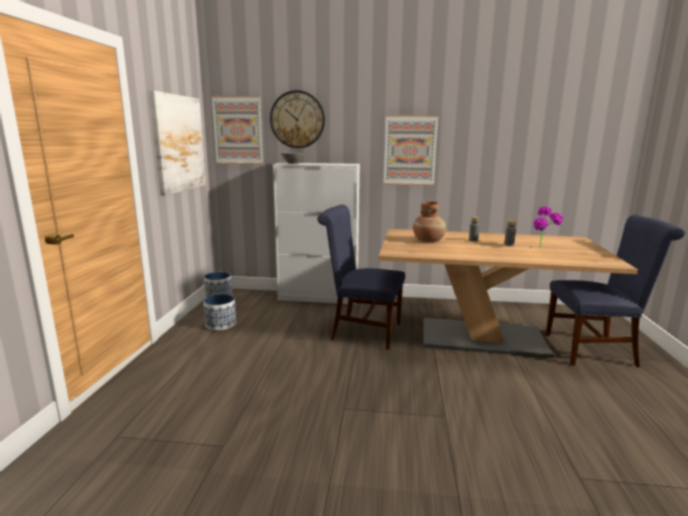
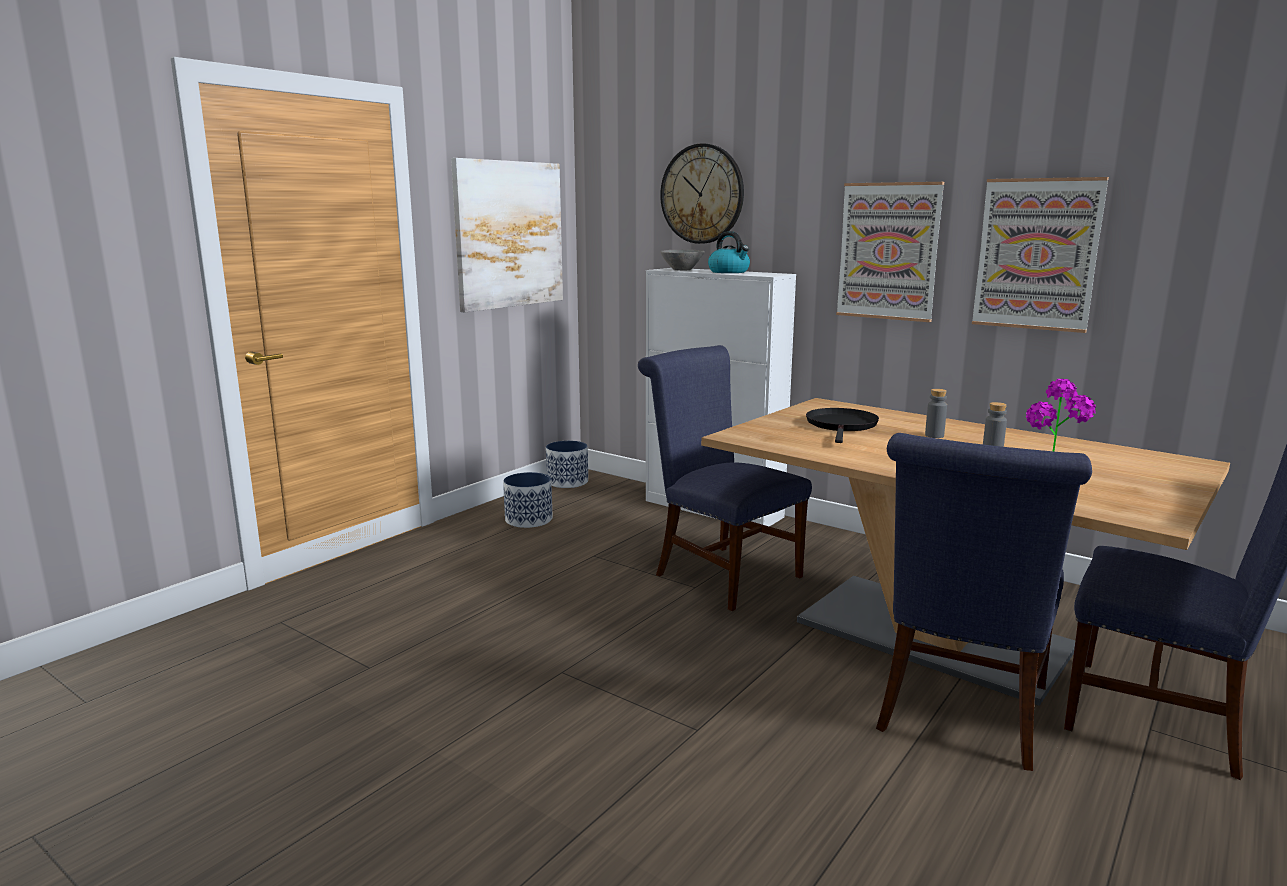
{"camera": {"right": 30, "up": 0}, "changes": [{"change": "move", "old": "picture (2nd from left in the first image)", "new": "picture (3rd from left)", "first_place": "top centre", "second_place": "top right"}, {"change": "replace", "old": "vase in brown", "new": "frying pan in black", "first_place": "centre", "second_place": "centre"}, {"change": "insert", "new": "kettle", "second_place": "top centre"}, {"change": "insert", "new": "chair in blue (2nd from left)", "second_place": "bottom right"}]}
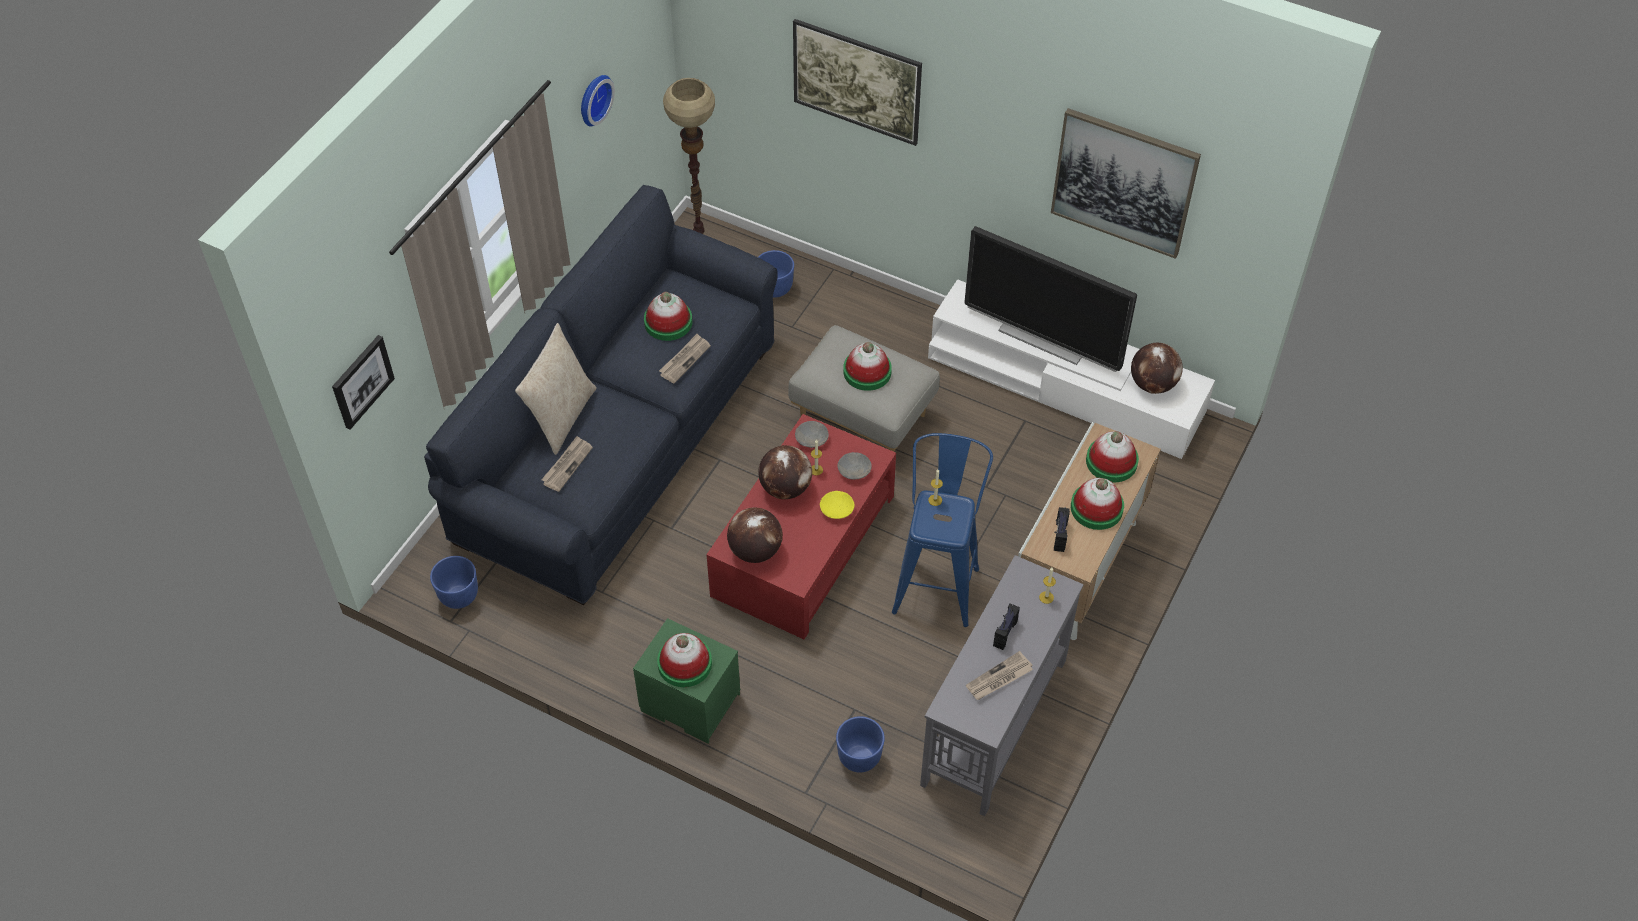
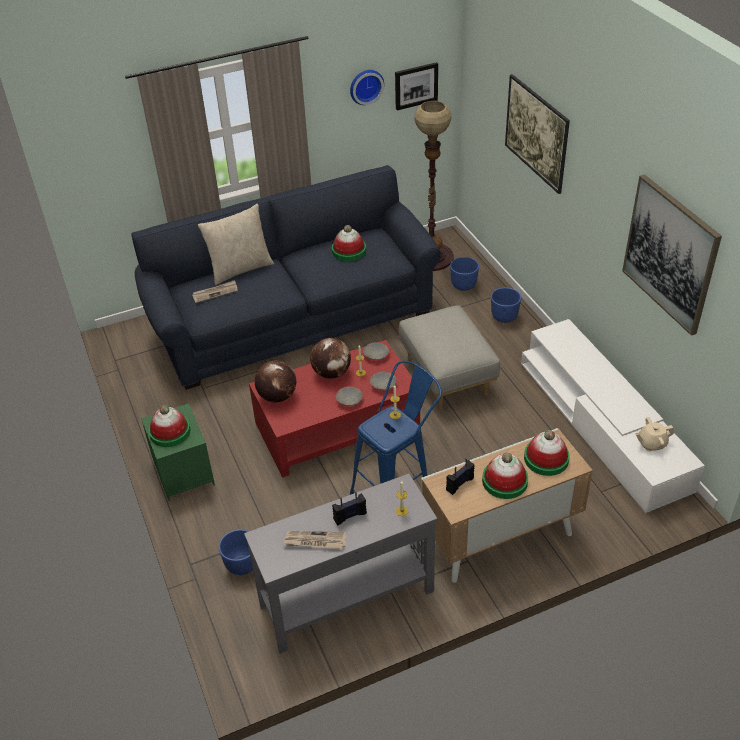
{"camera": {"right": 40, "up": -10}, "changes": [{"change": "delete", "old": "television", "first_place": "top centre"}, {"change": "delete", "old": "newspaper (2nd from left)", "first_place": "centre"}, {"change": "move", "old": "picture (1st from left)", "first_place": "middle left", "second_place": "top centre"}, {"change": "delete", "old": "hat (3rd from left)", "first_place": "centre"}, {"change": "replace", "old": "globe (3rd from left)", "new": "teapot in beige", "first_place": "middle right", "second_place": "middle right"}, {"change": "recolor", "old": "bowl in yellow", "new": "bowl in grey (1st from left)", "first_place": "centre", "second_place": "centre"}, {"change": "move", "old": "planter in blue (1st from left in the first image)", "new": "planter in blue (3rd from left)", "first_place": "middle left", "second_place": "middle right"}]}
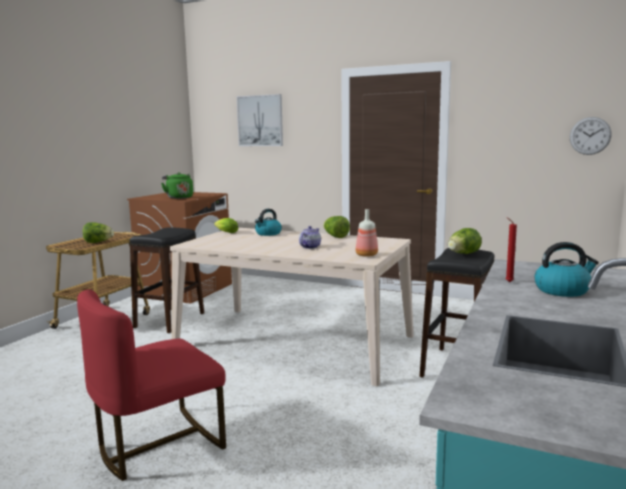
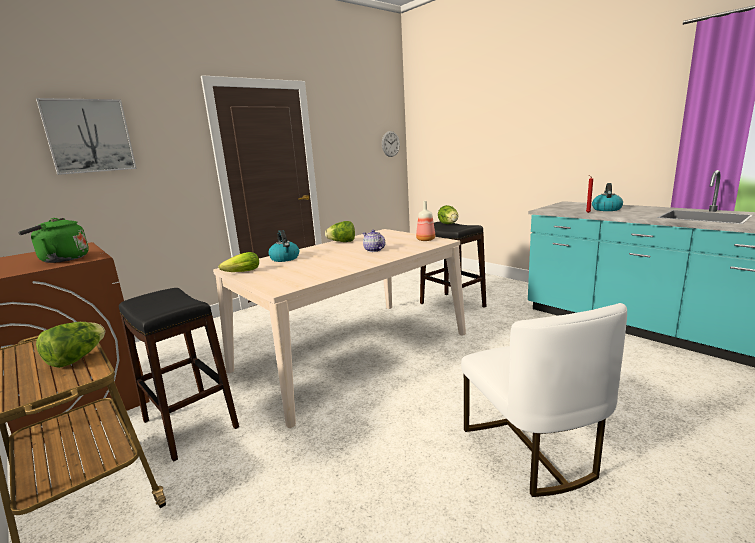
{"camera": {"right": -65, "up": 5}, "changes": [{"change": "recolor", "old": "chair in red", "new": "chair in white", "first_place": "bottom left", "second_place": "bottom right"}]}
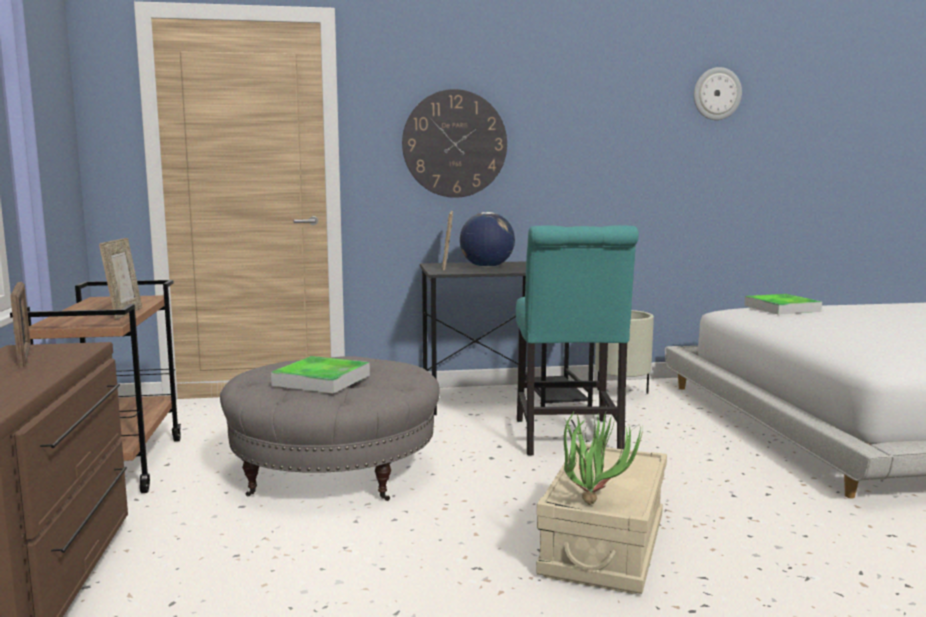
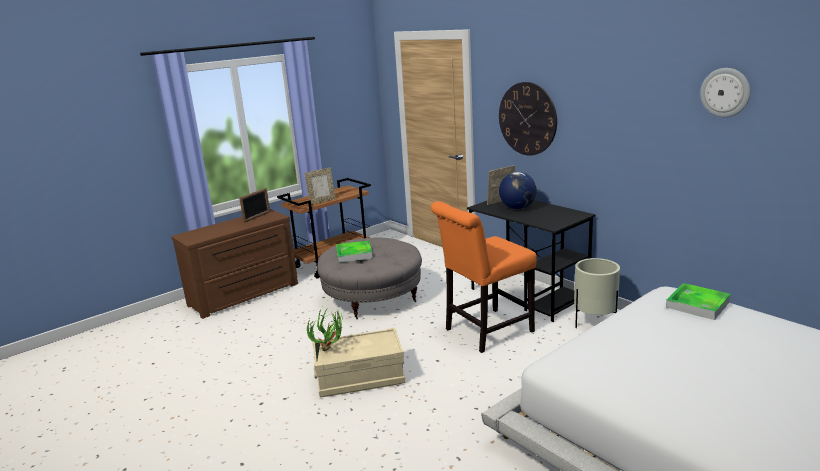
{"camera": {"right": 60, "up": 10}, "changes": [{"change": "recolor", "old": "chair in turquoise", "new": "chair in orange", "first_place": "centre", "second_place": "centre"}]}
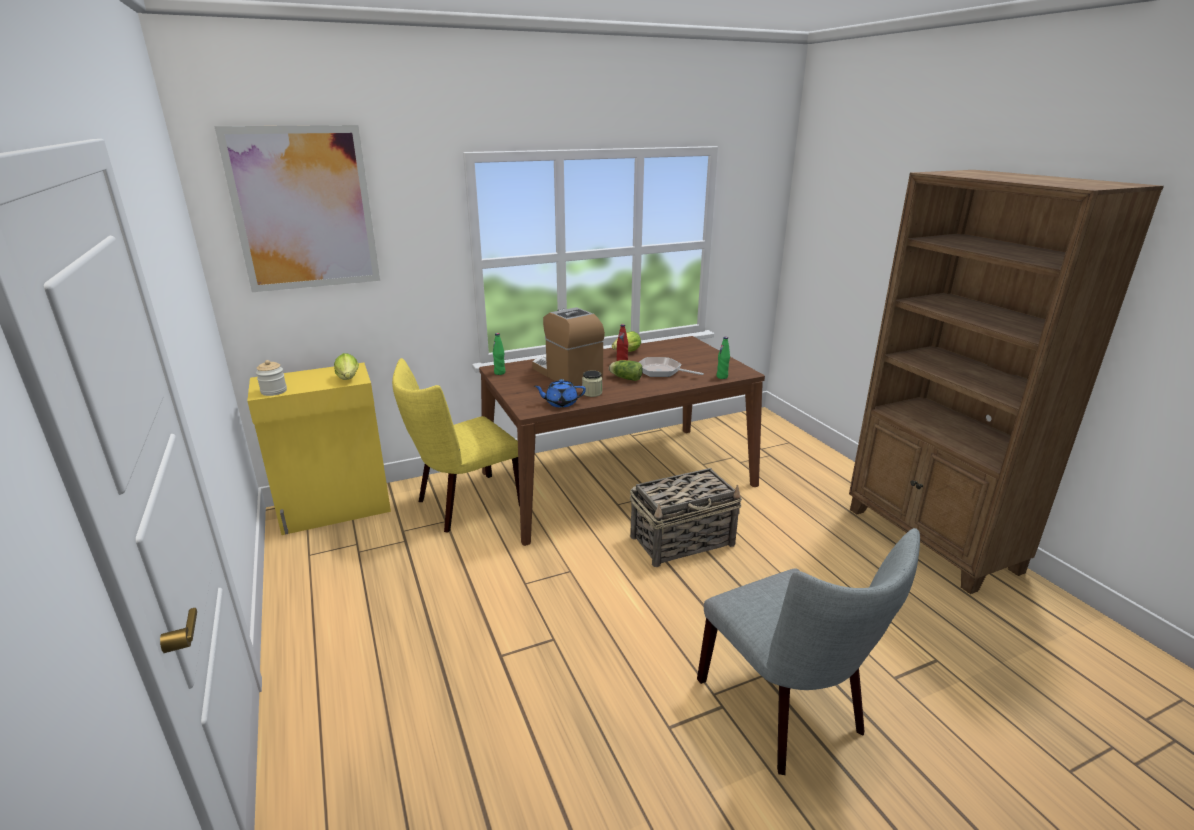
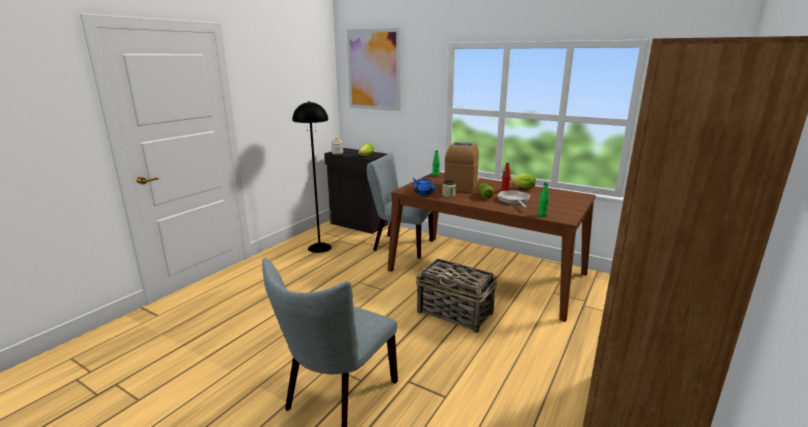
{"camera": {"right": 55, "up": -5}, "changes": [{"change": "recolor", "old": "chair in yellow", "new": "chair in grey (2nd from left)", "first_place": "centre", "second_place": "centre"}, {"change": "recolor", "old": "cabinet in yellow", "new": "cabinet in black", "first_place": "middle left", "second_place": "centre"}, {"change": "insert", "new": "floor lamp in black", "second_place": "centre"}]}
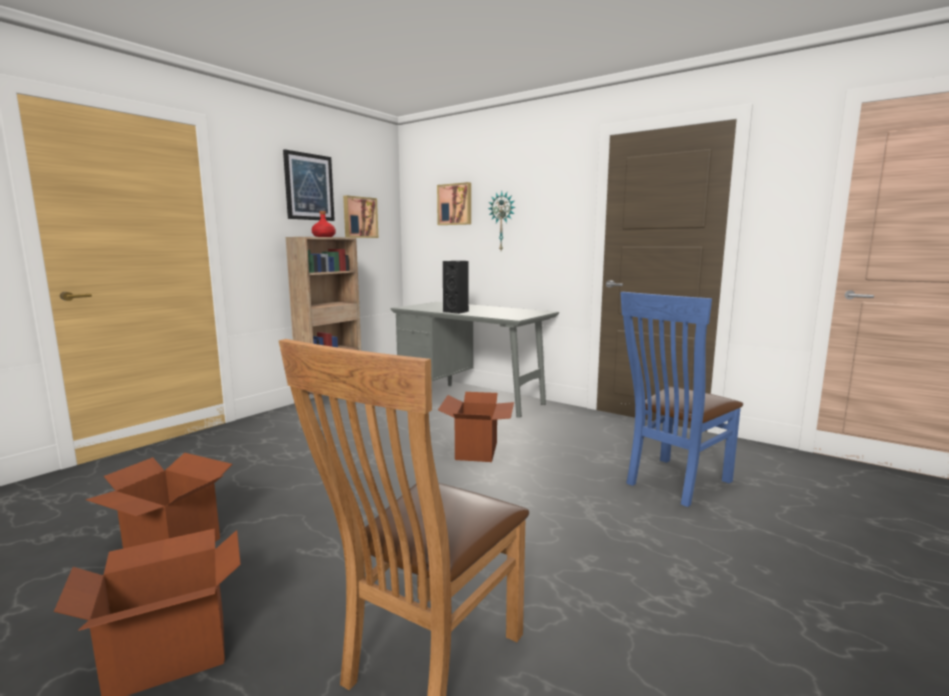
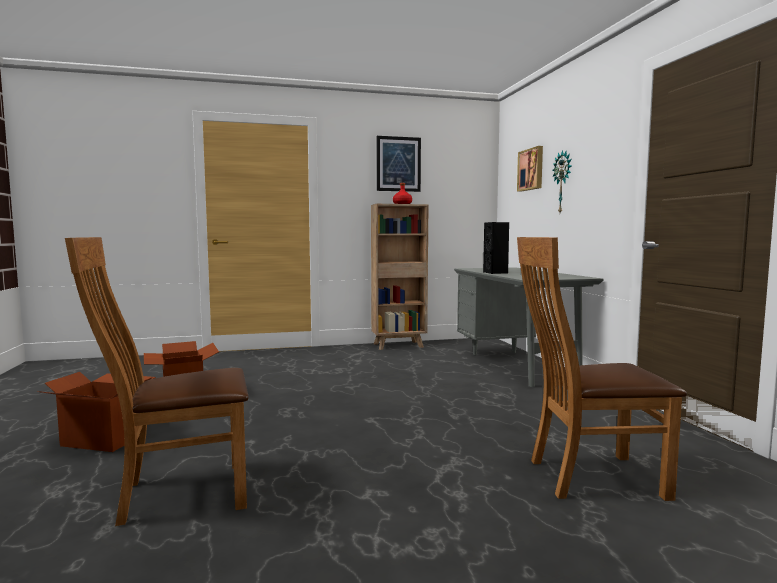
{"camera": {"right": 40, "up": -5}, "changes": [{"change": "delete", "old": "picture (2nd from left)", "first_place": "top centre"}, {"change": "recolor", "old": "chair in blue", "new": "chair in brown (2nd from left)", "first_place": "middle right", "second_place": "middle right"}, {"change": "delete", "old": "cardboard box (3rd from left)", "first_place": "centre"}]}
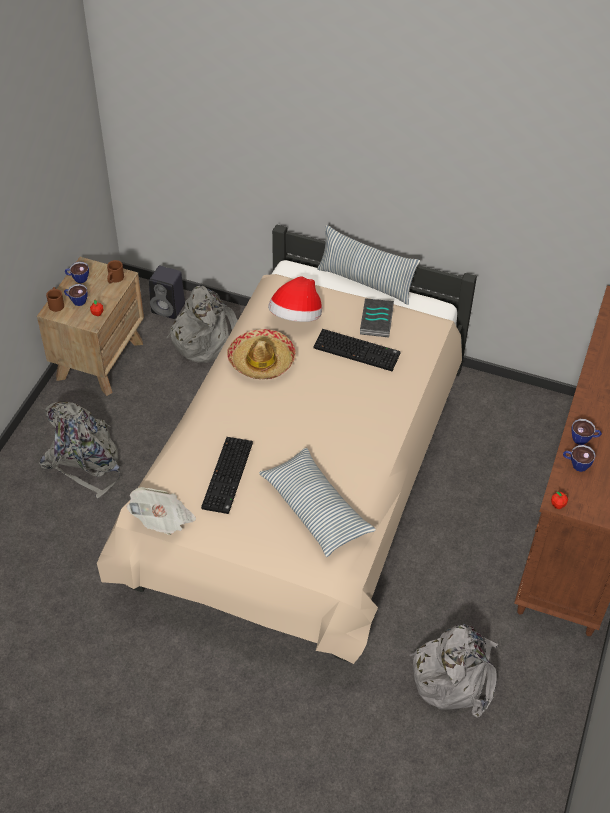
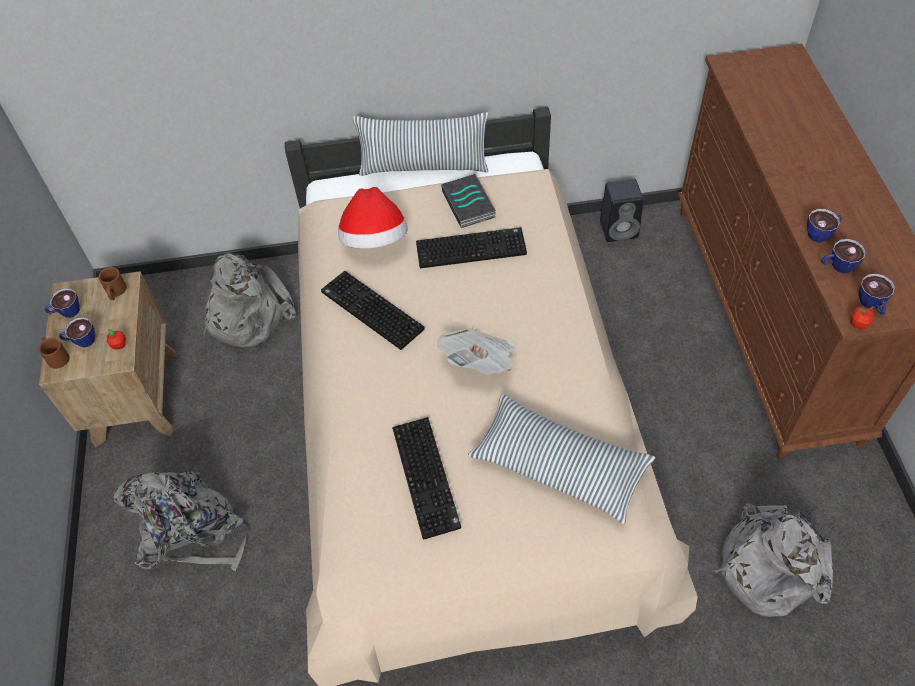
{"camera": {"right": -25, "up": 5}, "changes": [{"change": "move", "old": "speaker in black", "first_place": "middle left", "second_place": "top right"}, {"change": "replace", "old": "hat (1st from left)", "new": "keyboard (1st from left)", "first_place": "centre", "second_place": "centre"}, {"change": "move", "old": "newspaper", "first_place": "middle left", "second_place": "centre"}, {"change": "insert", "new": "cup (5th from left)", "second_place": "middle right"}]}
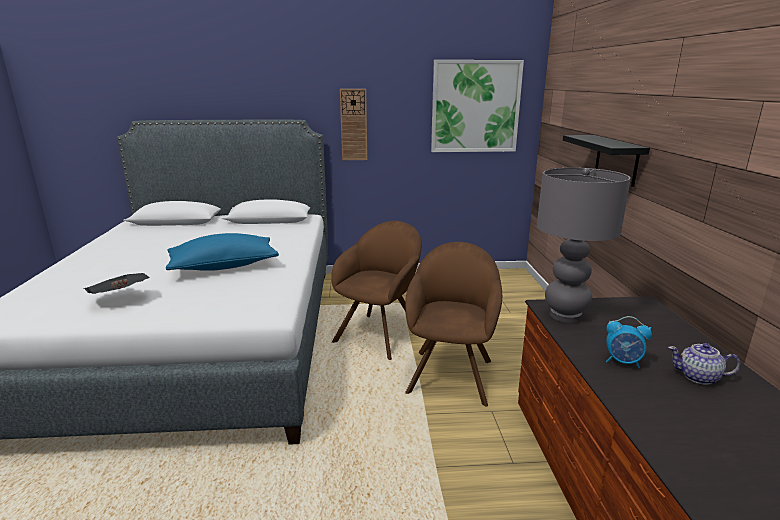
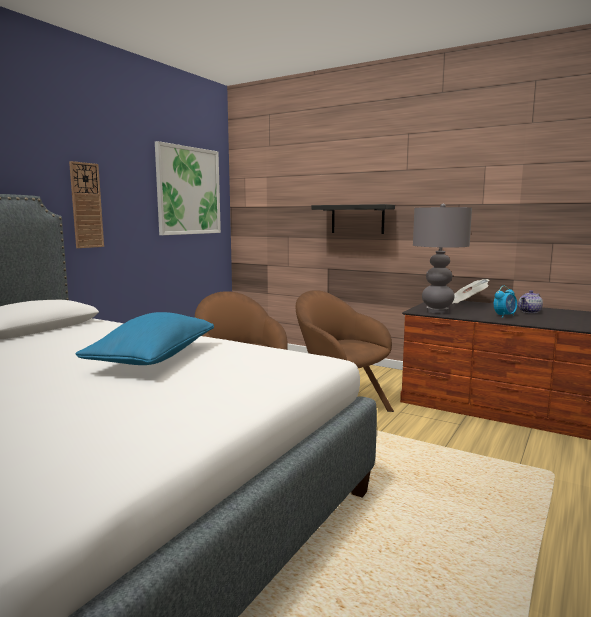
{"camera": {"right": -55, "up": -10}, "changes": [{"change": "move", "old": "newspaper", "first_place": "middle left", "second_place": "middle right"}]}
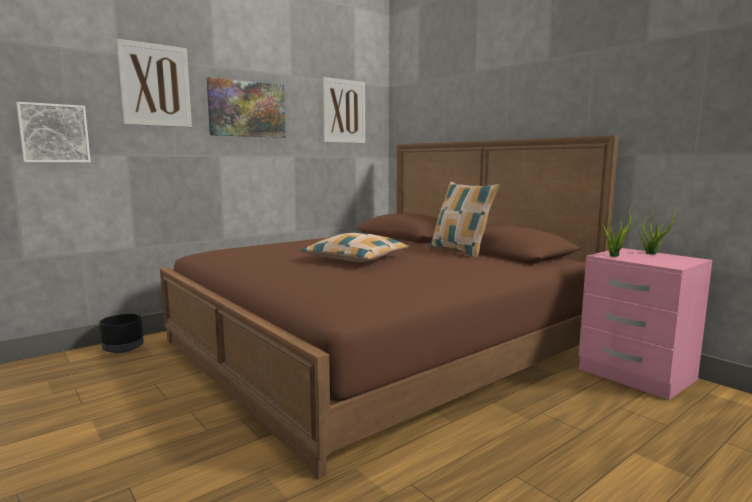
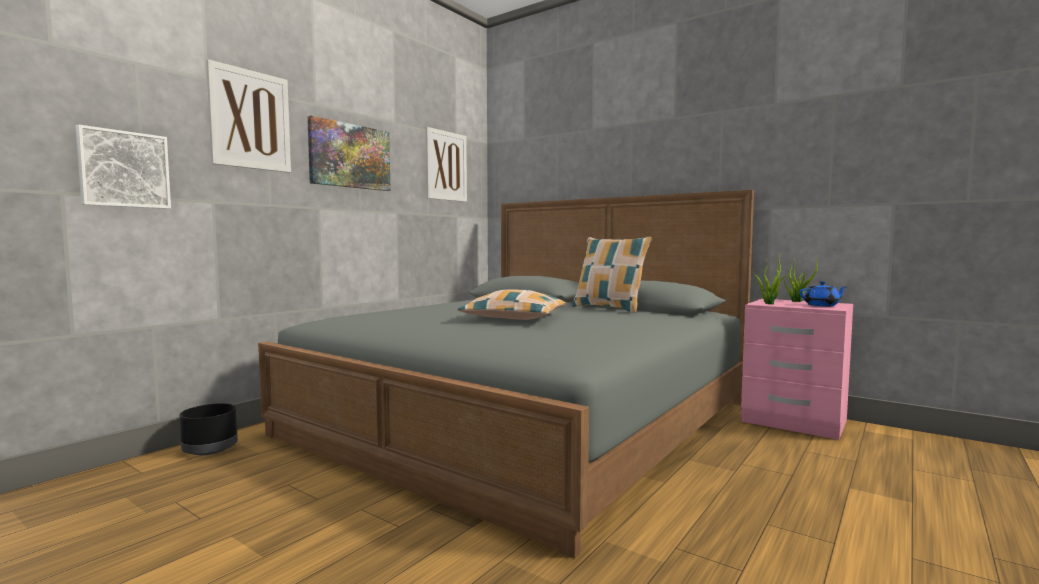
{"camera": {"right": -15, "up": -5}, "changes": [{"change": "recolor", "old": "bed in brown", "new": "bed in grey", "first_place": "centre", "second_place": "centre"}, {"change": "insert", "new": "teapot in blue", "second_place": "middle right"}]}
